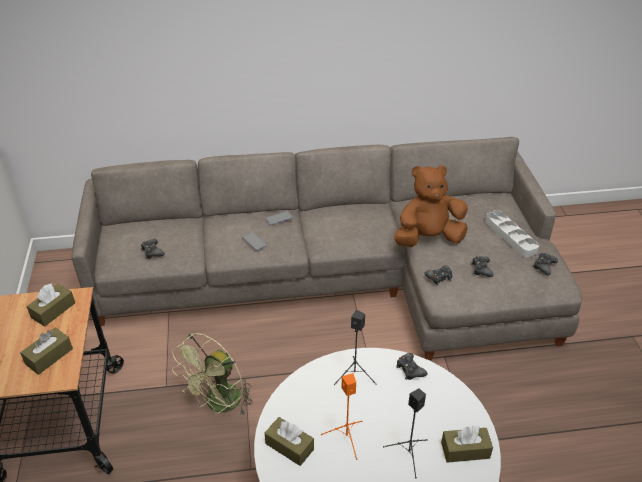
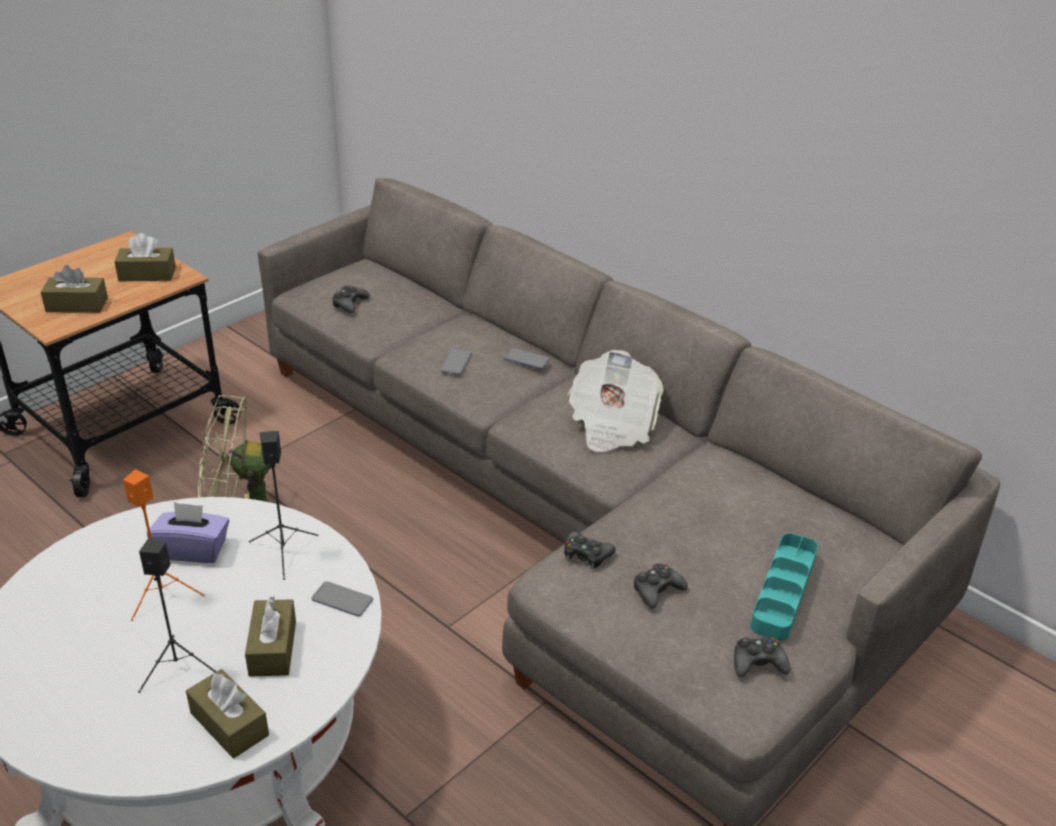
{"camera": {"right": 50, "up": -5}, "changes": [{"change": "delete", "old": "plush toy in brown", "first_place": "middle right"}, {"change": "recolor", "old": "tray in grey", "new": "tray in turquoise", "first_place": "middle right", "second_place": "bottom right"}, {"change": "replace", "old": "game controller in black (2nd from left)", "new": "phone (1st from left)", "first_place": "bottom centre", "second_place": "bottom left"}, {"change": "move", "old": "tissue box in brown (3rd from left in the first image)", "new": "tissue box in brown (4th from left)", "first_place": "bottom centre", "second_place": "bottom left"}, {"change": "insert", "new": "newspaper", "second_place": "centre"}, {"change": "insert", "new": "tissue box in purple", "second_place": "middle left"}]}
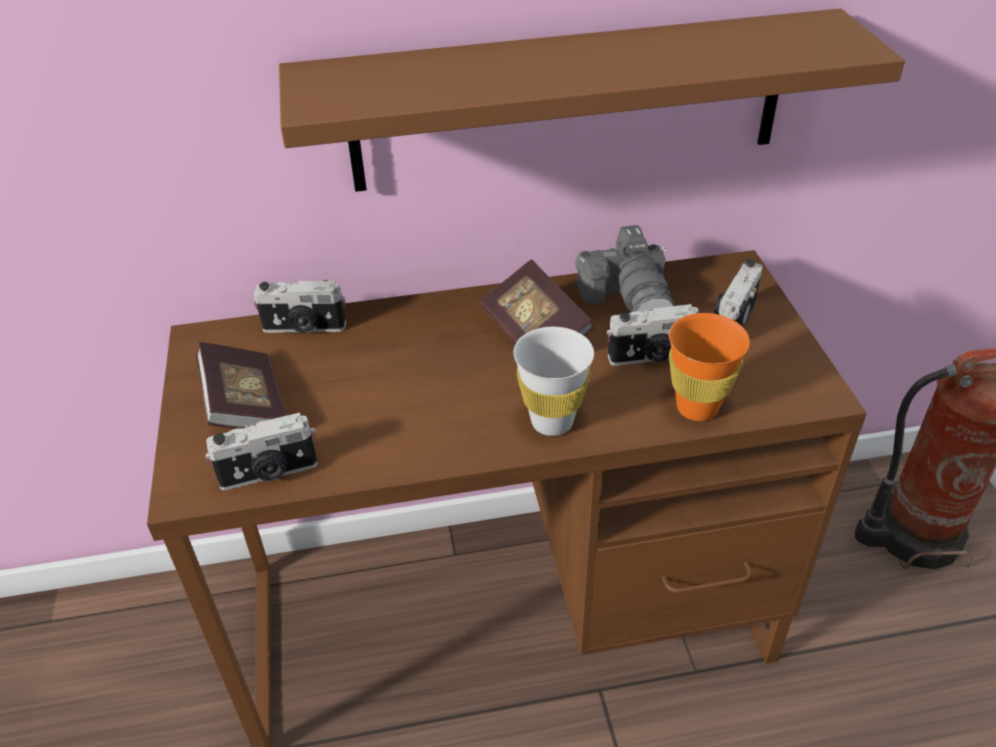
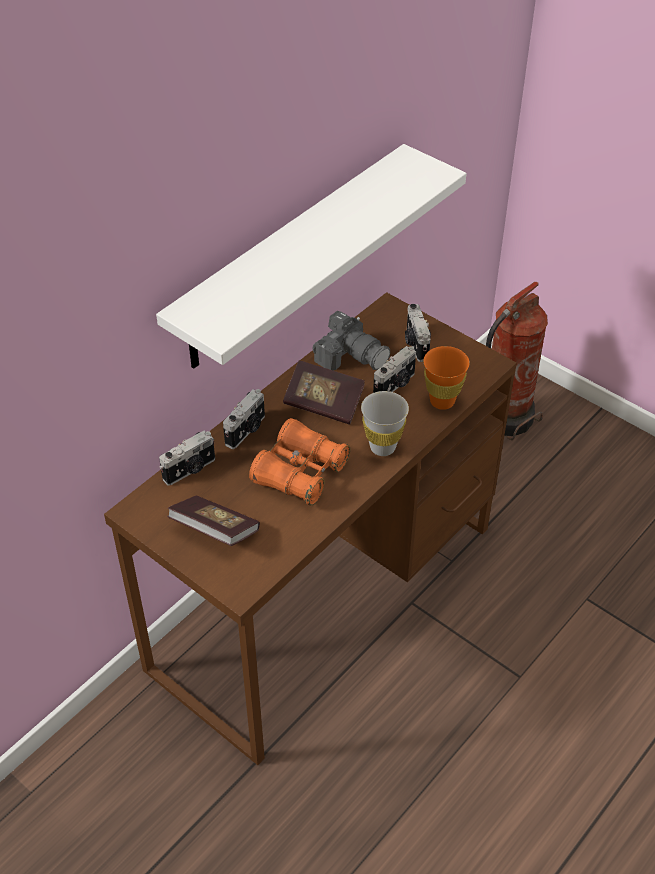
{"camera": {"right": -40, "up": 5}, "changes": [{"change": "recolor", "old": "shelf in brown", "new": "shelf in white", "first_place": "top centre", "second_place": "top centre"}, {"change": "move", "old": "photo camera (1st from left in the first image)", "new": "photo camera (2nd from left)", "first_place": "middle left", "second_place": "centre"}, {"change": "insert", "new": "binoculars in orange", "second_place": "centre"}]}
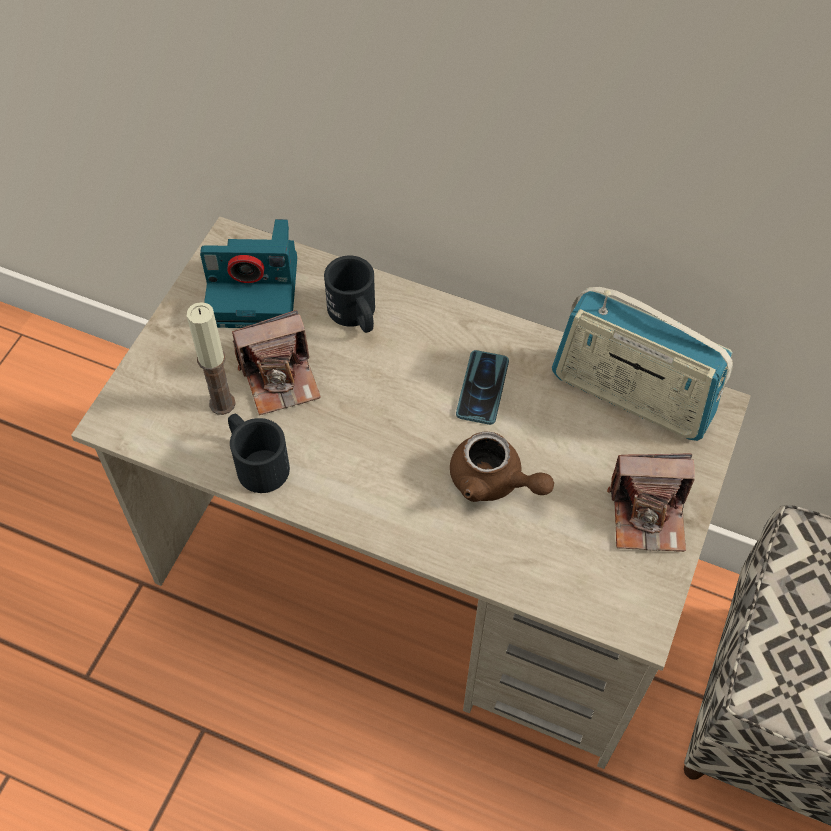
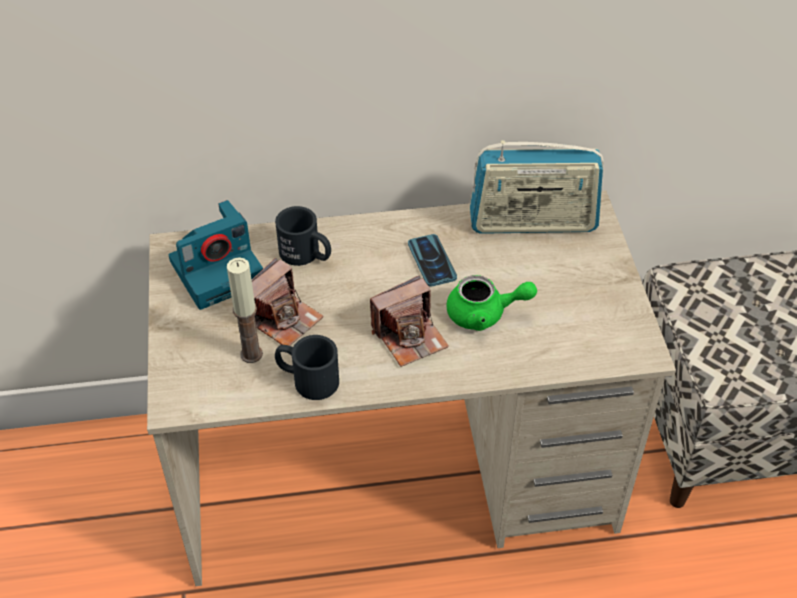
{"camera": {"right": -30, "up": -10}, "changes": [{"change": "recolor", "old": "teapot in brown", "new": "teapot in green", "first_place": "centre", "second_place": "centre"}, {"change": "move", "old": "photo camera (3rd from left)", "first_place": "middle right", "second_place": "centre"}]}
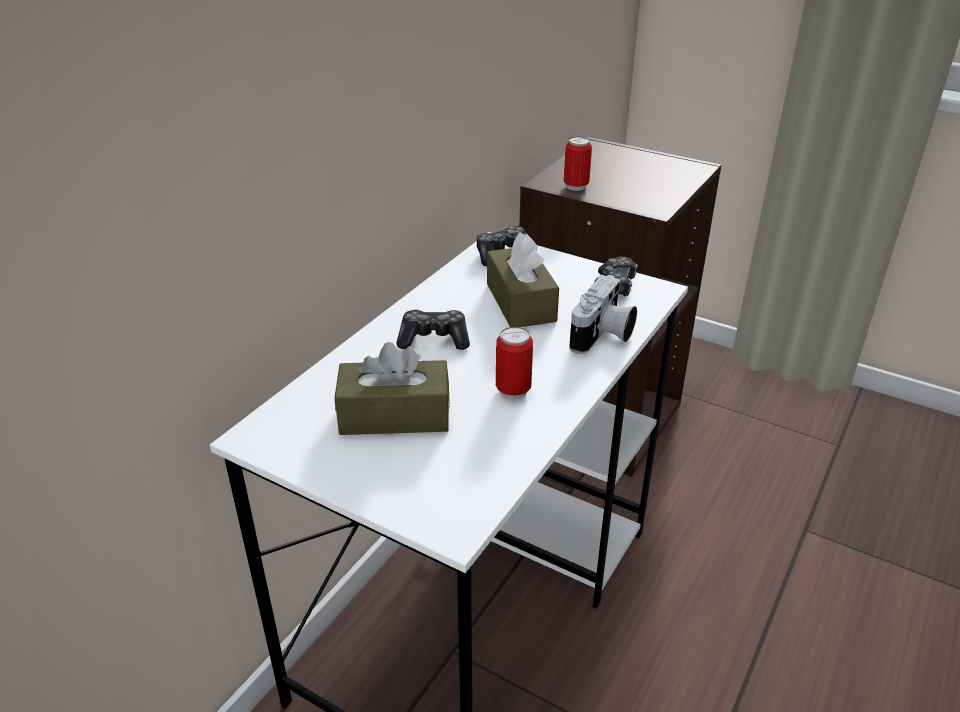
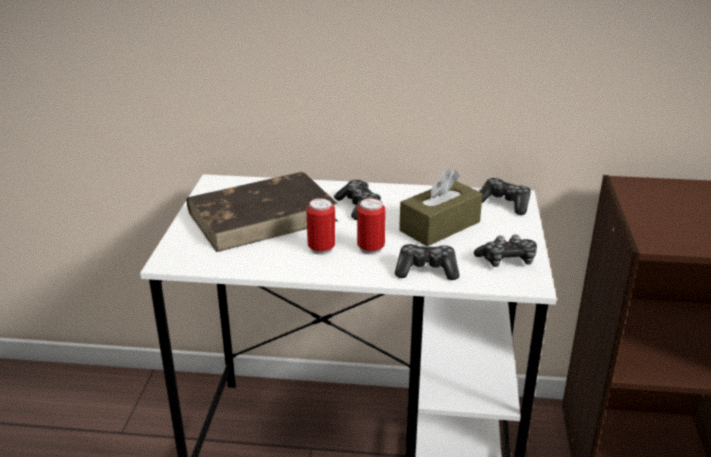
{"camera": {"right": 65, "up": -5}, "changes": [{"change": "move", "old": "can (2nd from left)", "first_place": "top centre", "second_place": "centre"}, {"change": "replace", "old": "photo camera", "new": "game controller (2nd from left)", "first_place": "centre", "second_place": "centre"}, {"change": "replace", "old": "tissue box in brown (1st from left)", "new": "book in brown", "first_place": "centre", "second_place": "centre"}]}
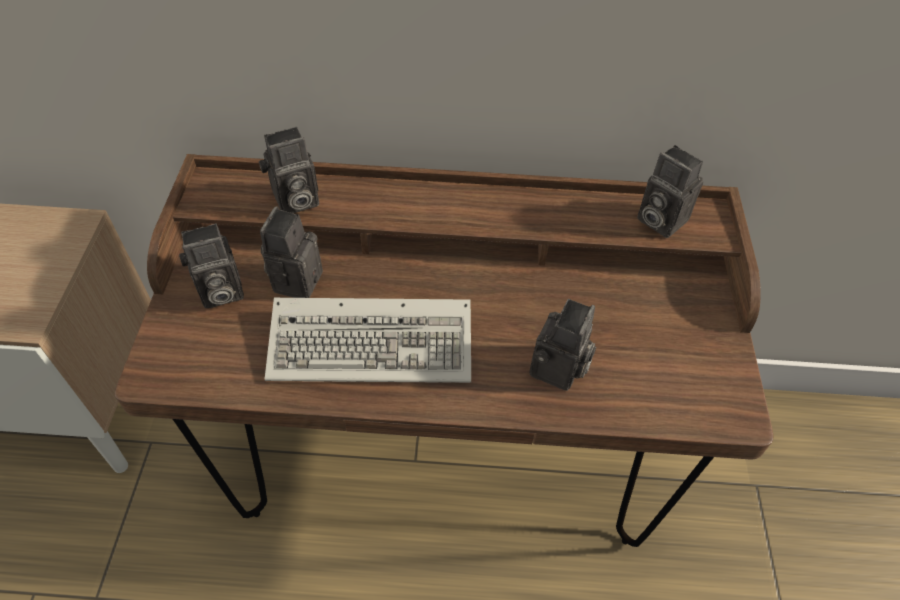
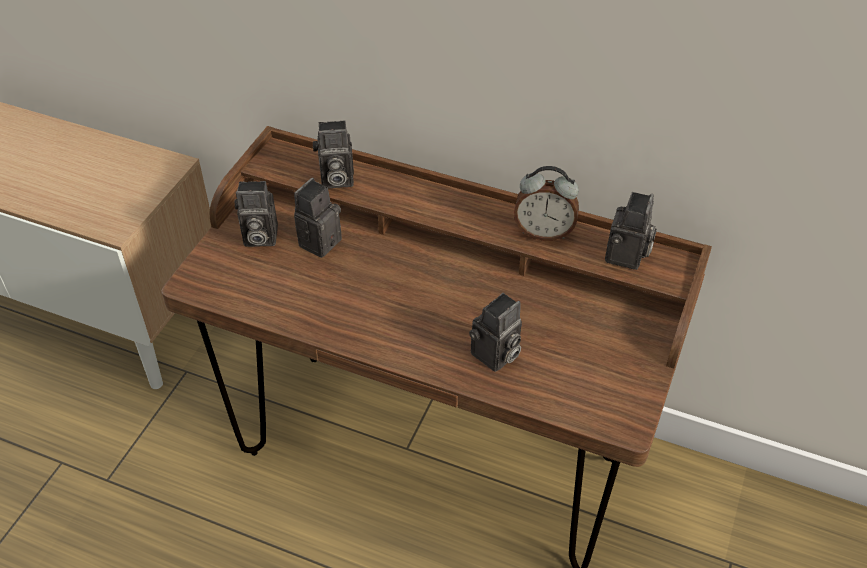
{"camera": {"right": 20, "up": -5}, "changes": [{"change": "rotate", "old": "photo camera (5th from left)", "first_place": "top right", "second_place": "middle right", "degrees": -135}, {"change": "delete", "old": "keyboard", "first_place": "centre"}, {"change": "insert", "new": "alarm clock", "second_place": "centre"}]}
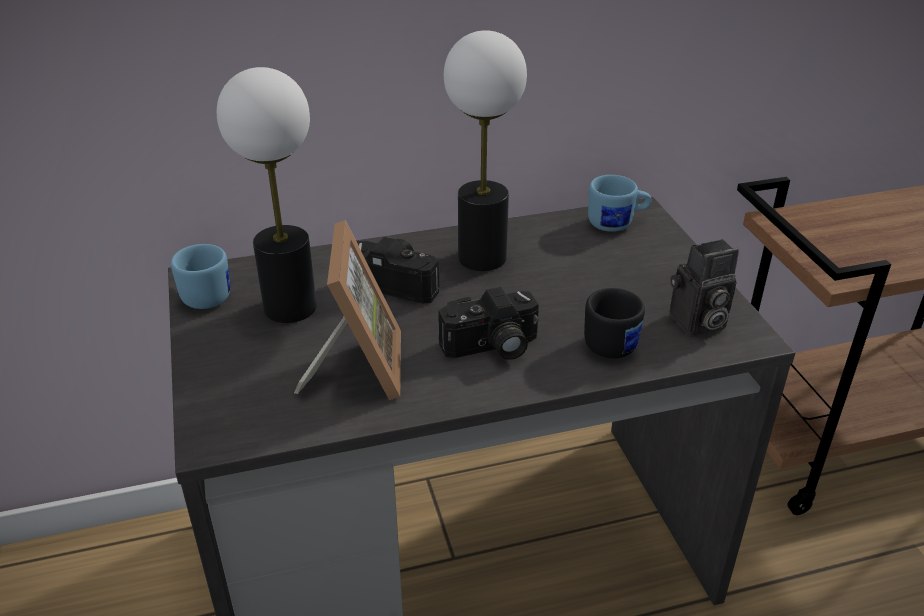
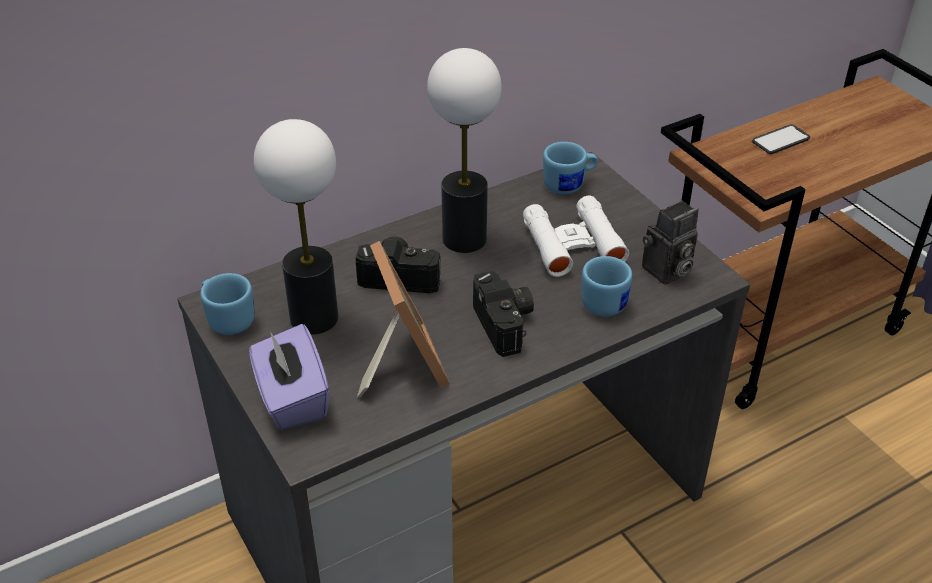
{"camera": {"right": -15, "up": 5}, "changes": [{"change": "rotate", "old": "photo camera (2nd from left)", "first_place": "centre", "second_place": "centre", "degrees": -75}, {"change": "recolor", "old": "mug in black", "new": "mug in blue (3rd from left)", "first_place": "centre", "second_place": "centre"}, {"change": "insert", "new": "phone", "second_place": "top right"}, {"change": "insert", "new": "binoculars in white", "second_place": "centre"}, {"change": "insert", "new": "tissue box in purple", "second_place": "middle left"}]}
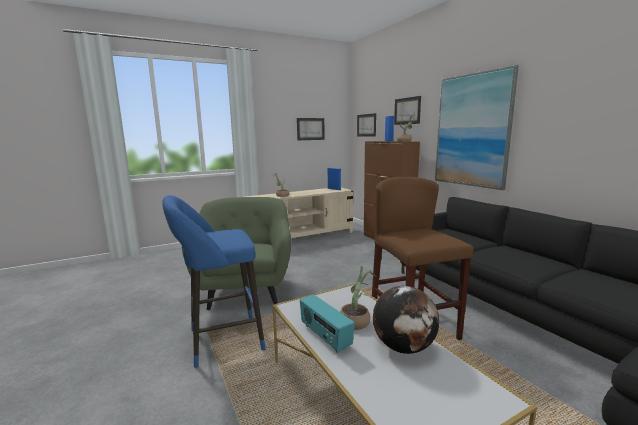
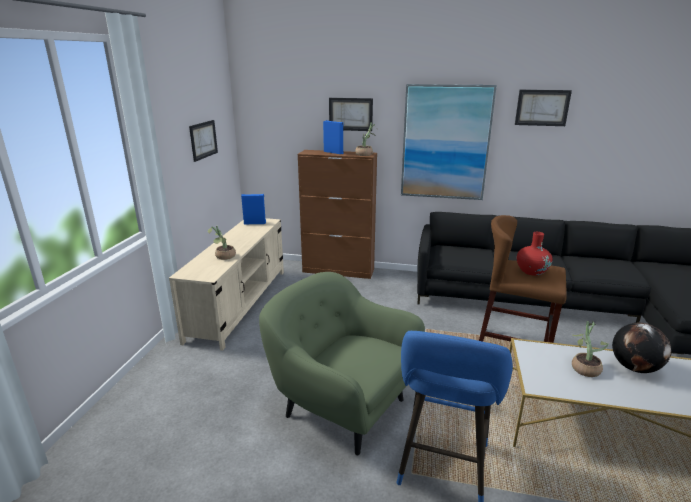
{"camera": {"right": -50, "up": 10}, "changes": [{"change": "move", "old": "picture (2nd from left in the first image)", "new": "picture (4th from left)", "first_place": "top centre", "second_place": "top right"}, {"change": "delete", "old": "radio", "first_place": "bottom centre"}, {"change": "insert", "new": "vase in red", "second_place": "middle right"}]}
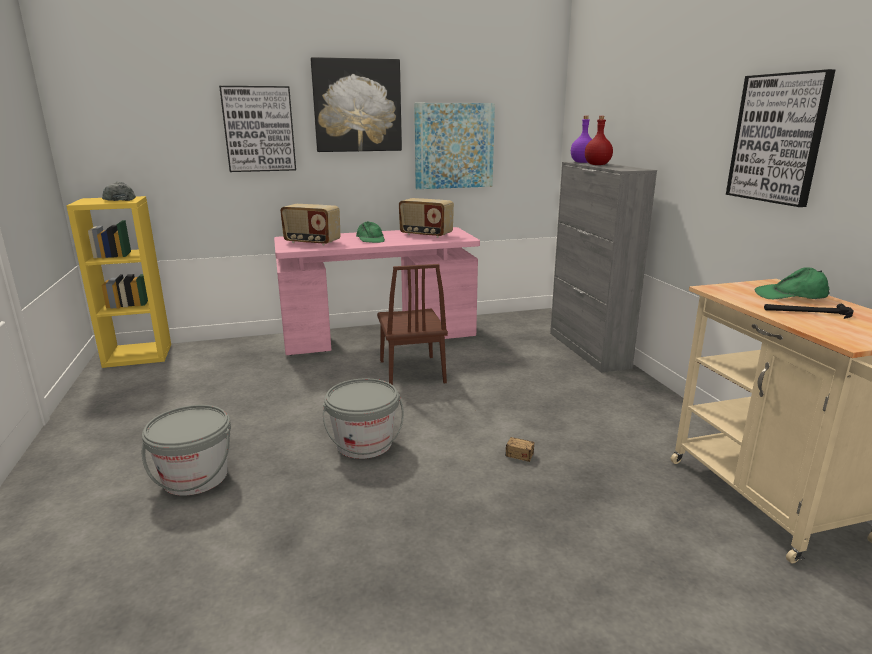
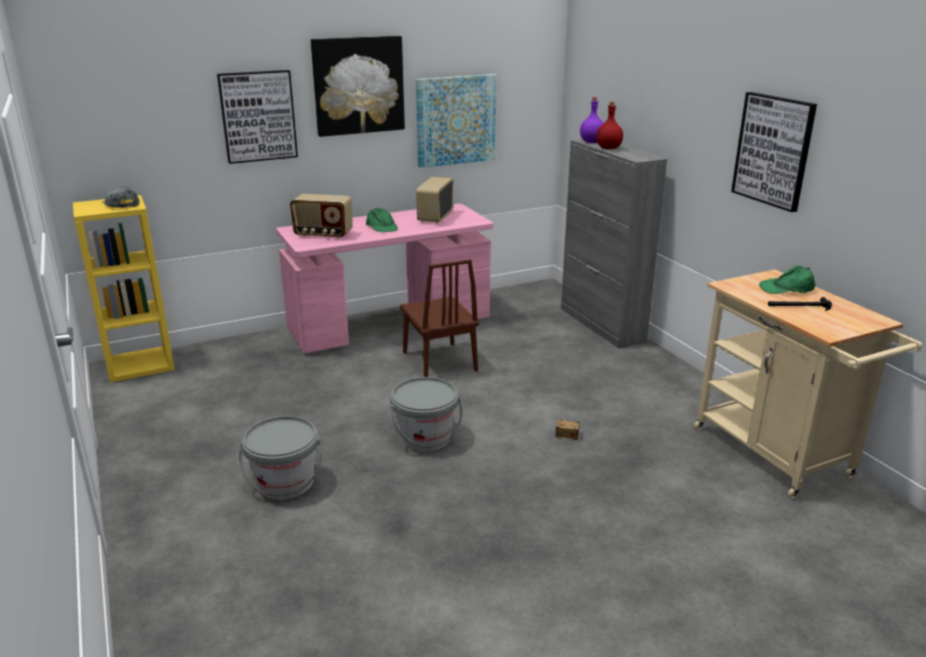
{"camera": {"right": -10, "up": 5}, "changes": [{"change": "rotate", "old": "radio (2nd from left)", "first_place": "centre", "second_place": "top centre", "degrees": 90}]}
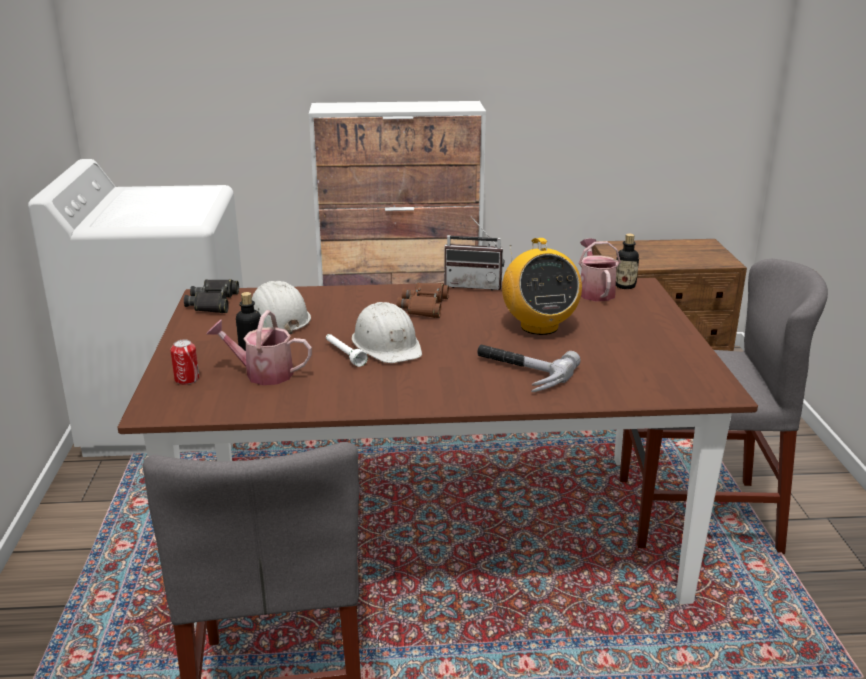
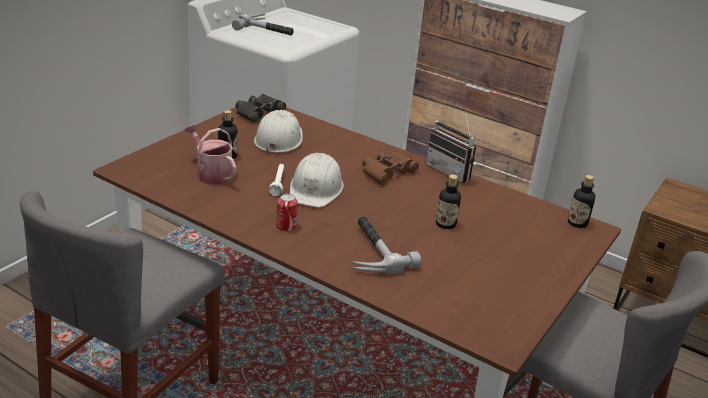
{"camera": {"right": 35, "up": 5}, "changes": [{"change": "replace", "old": "radio (2nd from left)", "new": "bottle (2nd from left)", "first_place": "centre", "second_place": "centre"}, {"change": "delete", "old": "watering can (2nd from left)", "first_place": "middle right"}, {"change": "move", "old": "can", "first_place": "middle left", "second_place": "centre"}, {"change": "insert", "new": "hammer (1st from left)", "second_place": "top centre"}]}
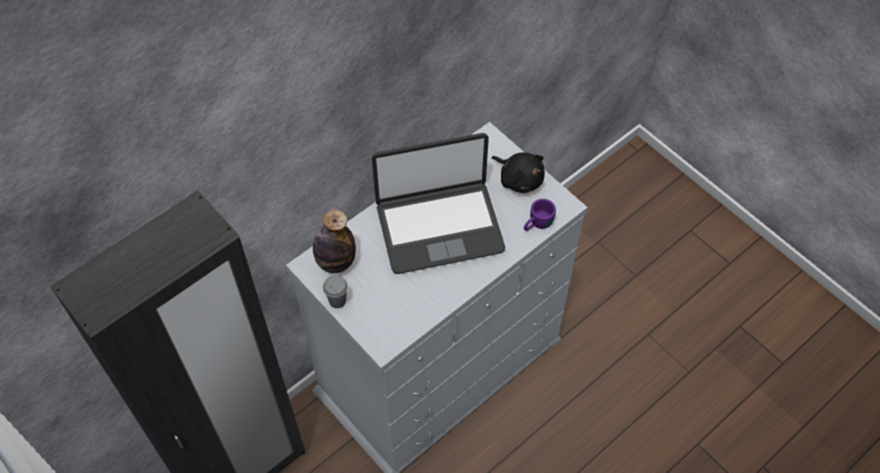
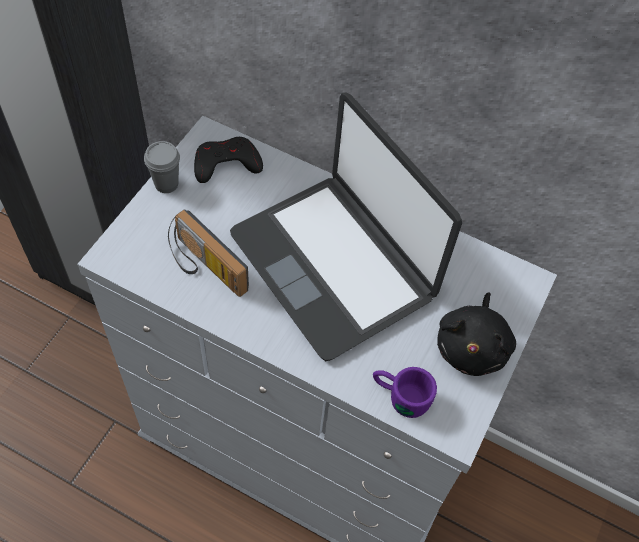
{"camera": {"right": 65, "up": 0}, "changes": [{"change": "replace", "old": "bottle", "new": "game controller in black", "first_place": "centre", "second_place": "top centre"}, {"change": "insert", "new": "radio", "second_place": "middle left"}]}
